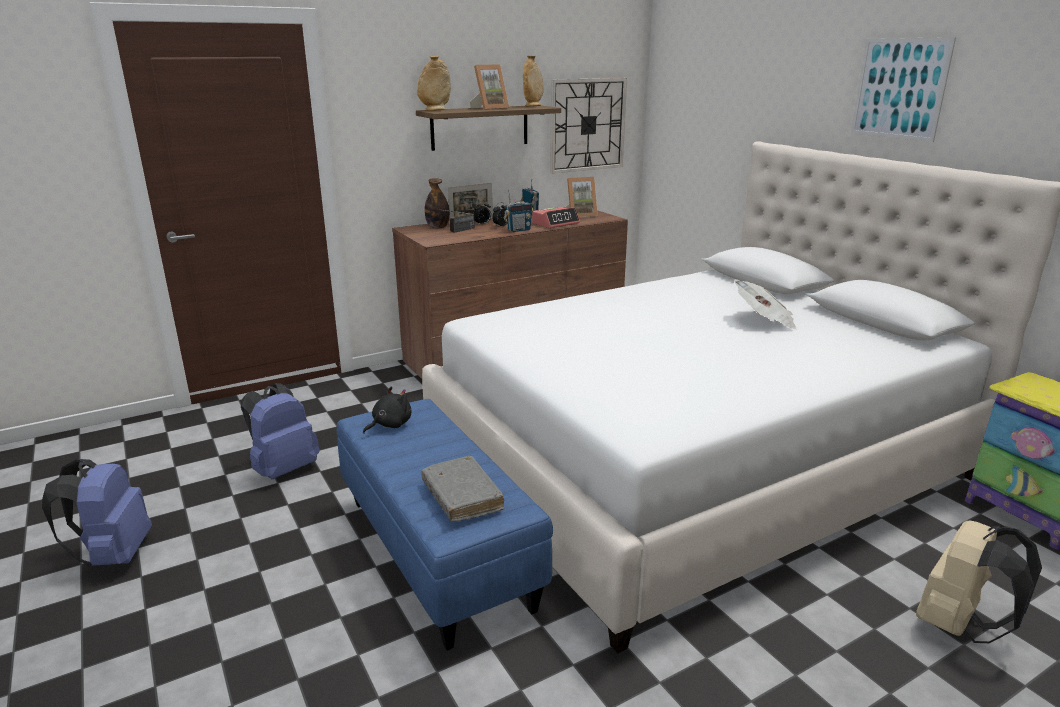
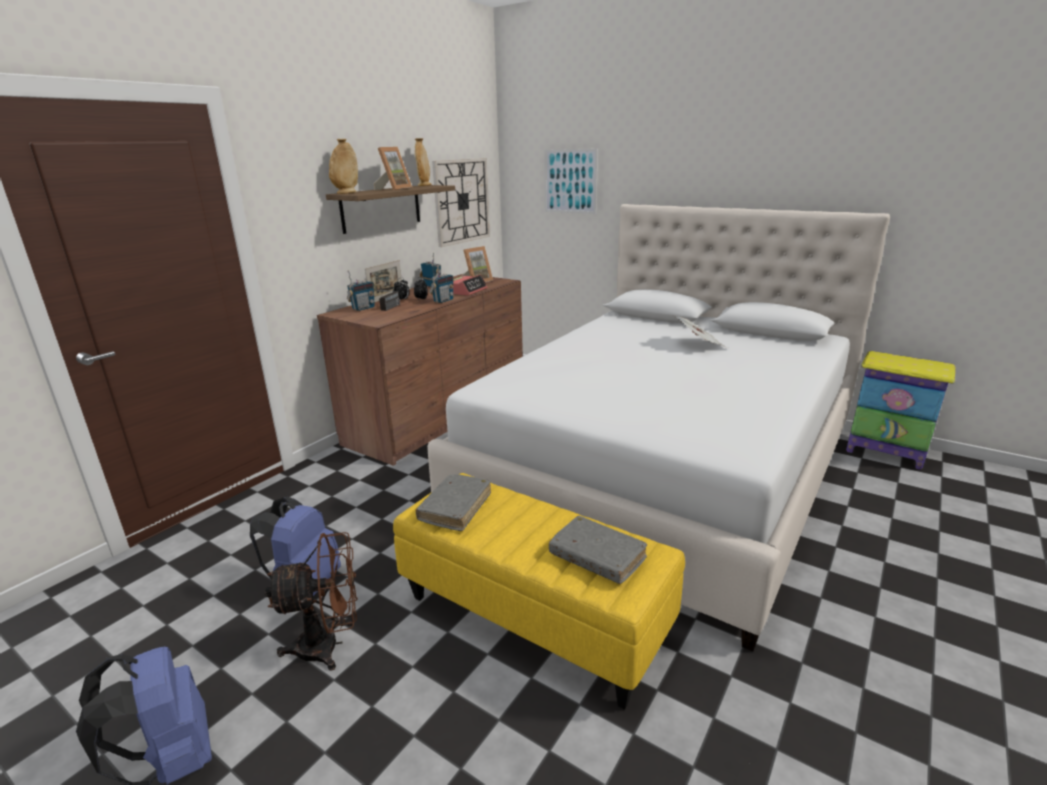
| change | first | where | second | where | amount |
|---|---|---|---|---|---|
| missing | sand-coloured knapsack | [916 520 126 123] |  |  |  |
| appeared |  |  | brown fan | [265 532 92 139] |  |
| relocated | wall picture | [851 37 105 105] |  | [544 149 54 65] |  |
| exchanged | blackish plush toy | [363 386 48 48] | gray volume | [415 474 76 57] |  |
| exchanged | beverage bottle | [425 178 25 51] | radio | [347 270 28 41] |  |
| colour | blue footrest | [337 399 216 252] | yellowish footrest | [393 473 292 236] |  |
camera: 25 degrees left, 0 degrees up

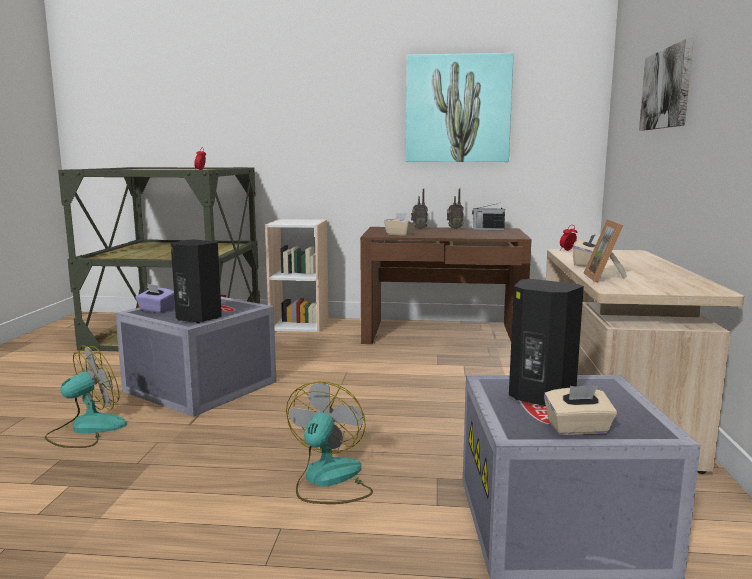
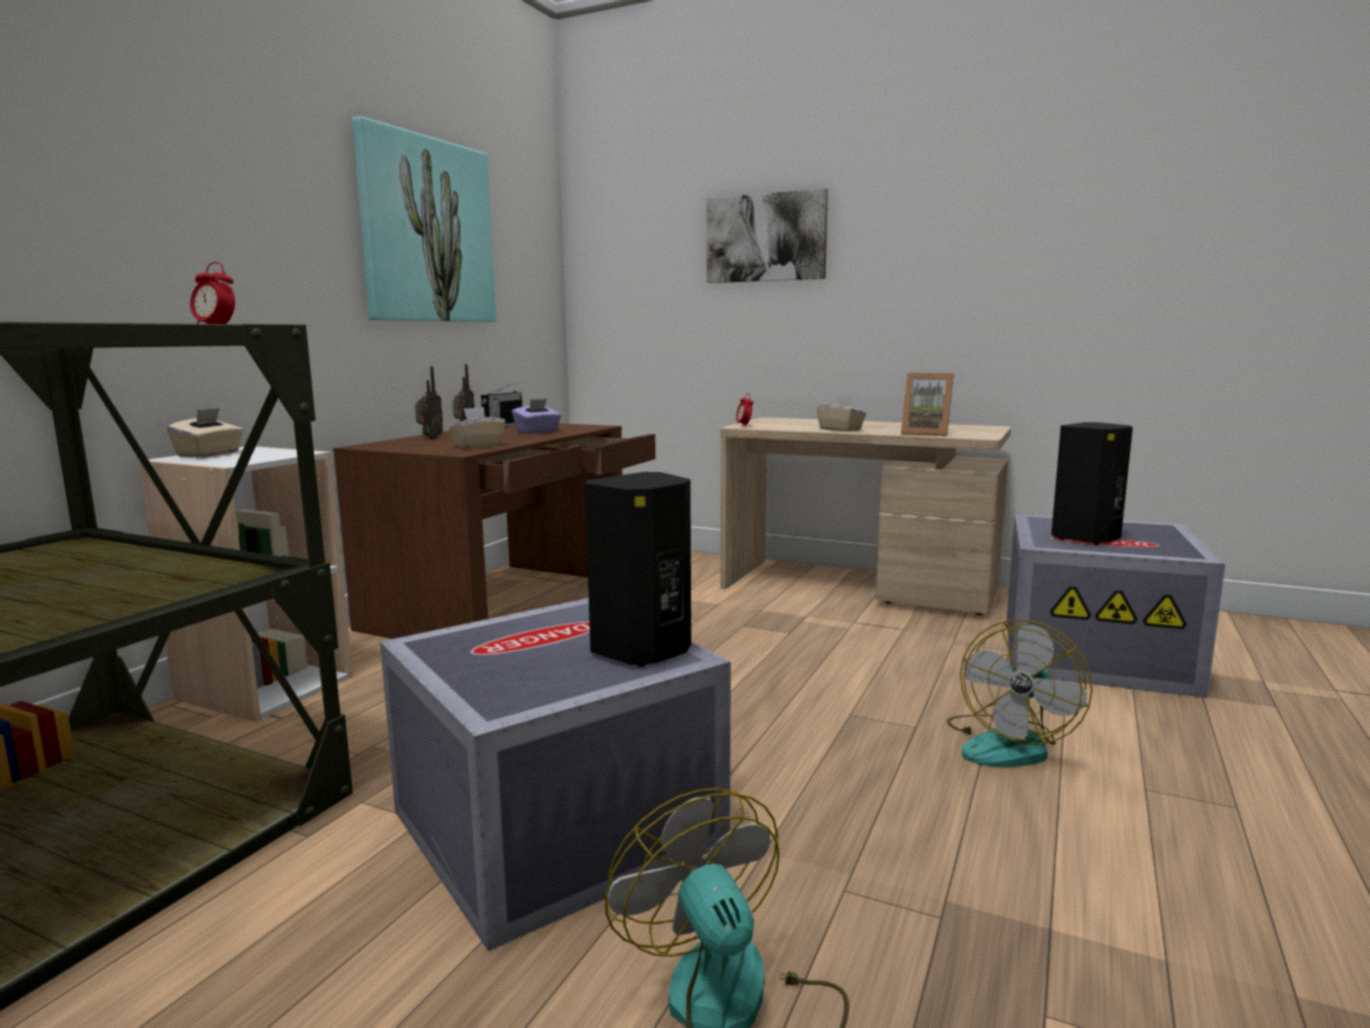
| change | first | where | second | where | amount |
|---|---|---|---|---|---|
| relocated | purplish tissue box | [136 284 39 29] |  | [512 399 49 35] |  |
| relocated | sand-coloured tissue box | [544 386 73 49] |  | [167 408 76 50] |  |
| spun | fan | [286 381 87 123] |  | [947 619 146 148] | 90 degrees counterclockwise |
camera: 70 degrees left, 0 degrees up

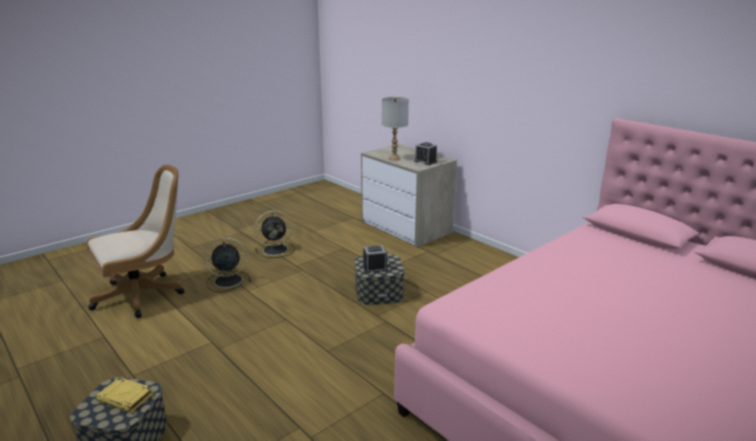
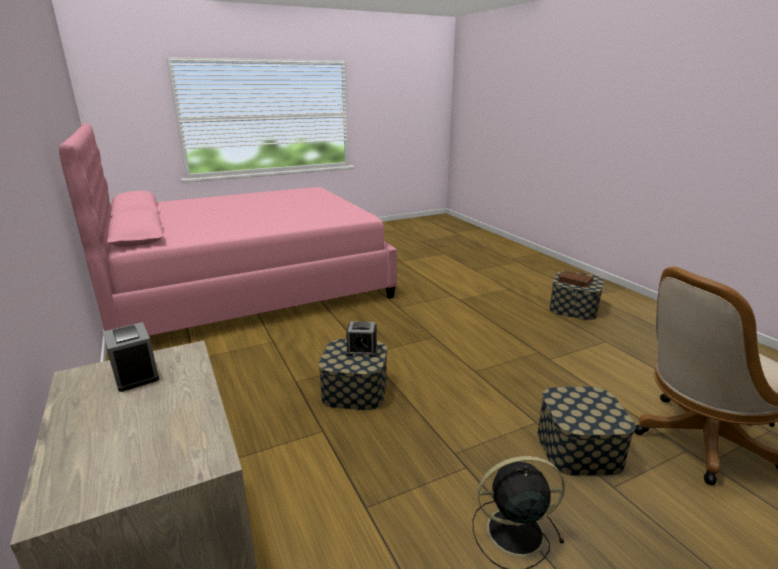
| change | first | where | second | where | amount |
|---|---|---|---|---|---|
| missing | gray table lamp | [382 97 27 64] |  |  |  |
| exchanged | blackish fan | [204 238 47 54] | storage box | [537 387 99 89] |  |
| colour | yellowish volume | [96 377 58 36] | brown volume | [557 271 36 17] |  |
camera: 165 degrees left, 0 degrees up

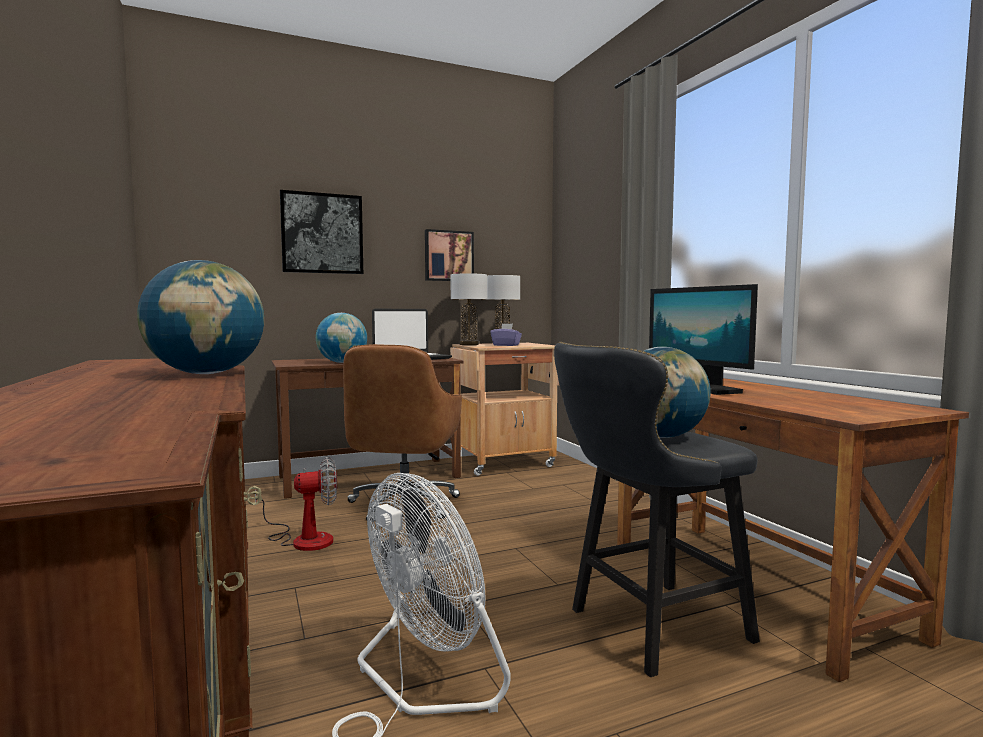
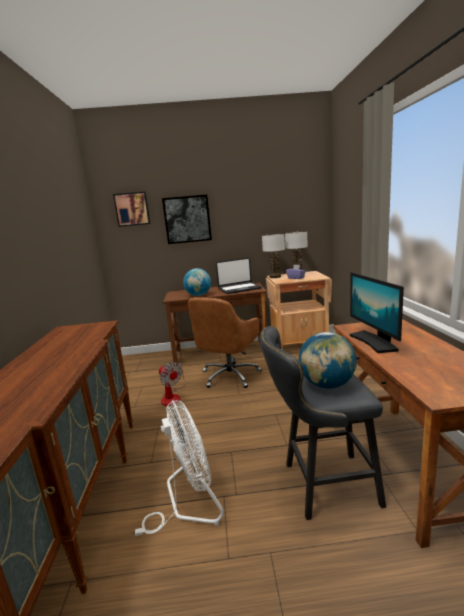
| change | first | where | second | where | amount |
|---|---|---|---|---|---|
| missing | globe | [137 260 127 114] |  |  |  |
| relocated | wall picture | [425 229 49 52] |  | [113 192 37 35] |  |
| spun | fan | [255 457 82 94] |  | [159 362 27 44] | 45 degrees clockwise |
camera: 20 degrees right, 10 degrees up

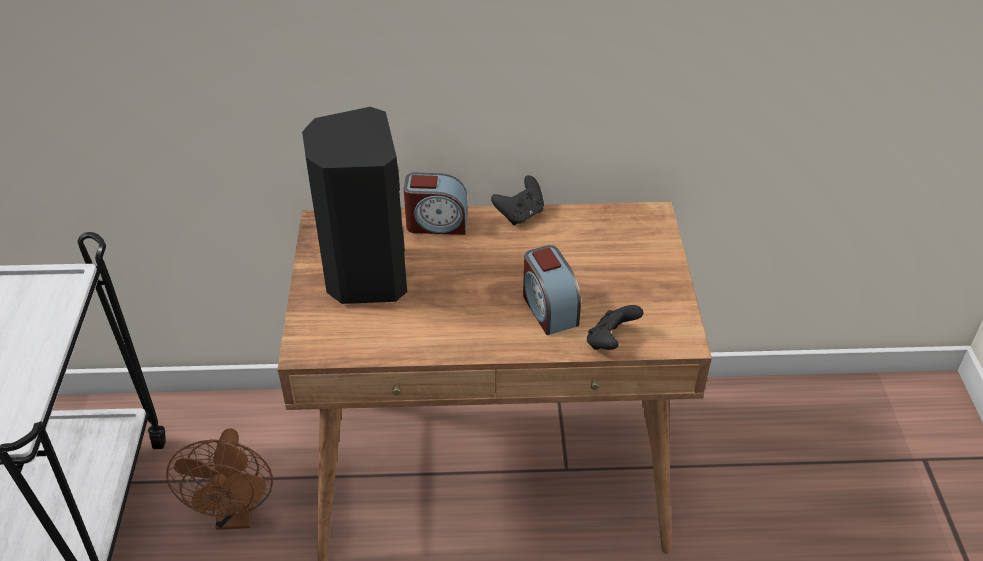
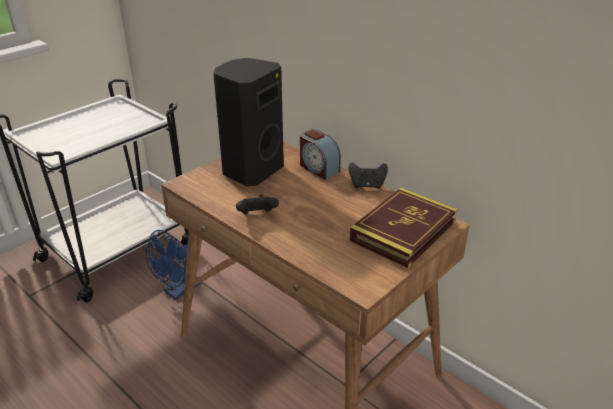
| change | first | where | second | where | amount |
|---|---|---|---|---|---|
| missing | alarm clock | [523 245 58 90] |  |  |  |
| appeared |  |  | volume | [350 188 107 80] |  |
| relocated | blackish gamepad | [587 305 56 45] |  | [236 195 43 19] |  |
| colour | brown fan | [166 428 107 102] | blue fan | [146 230 56 70] |  |
camera: 45 degrees right, 10 degrees down

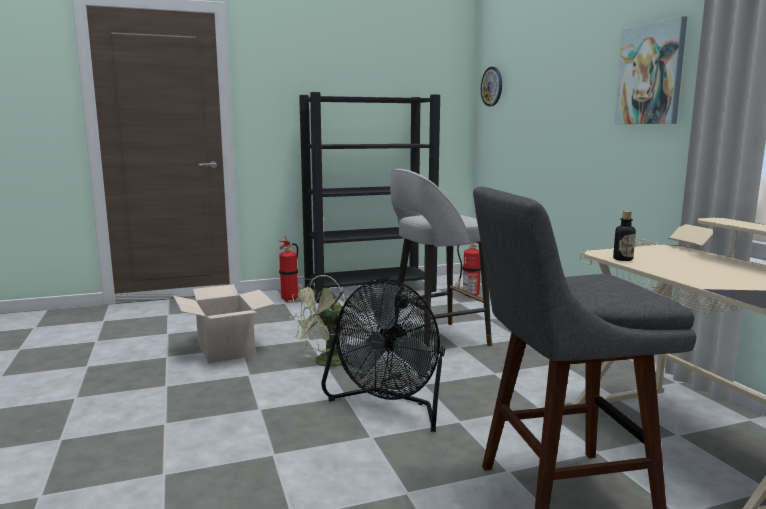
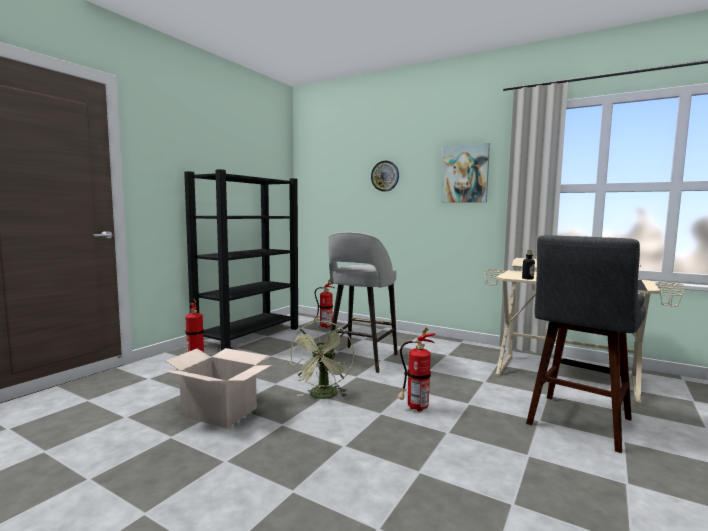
| change | first | where | second | where | amount |
|---|---|---|---|---|---|
| relocated | hanging clock | [481 67 21 39] |  | [371 161 28 31] |  |
| exchanged | blackish fan | [322 279 123 153] | fire extinguisher | [397 328 39 84] |  |
camera: 40 degrees left, 5 degrees down

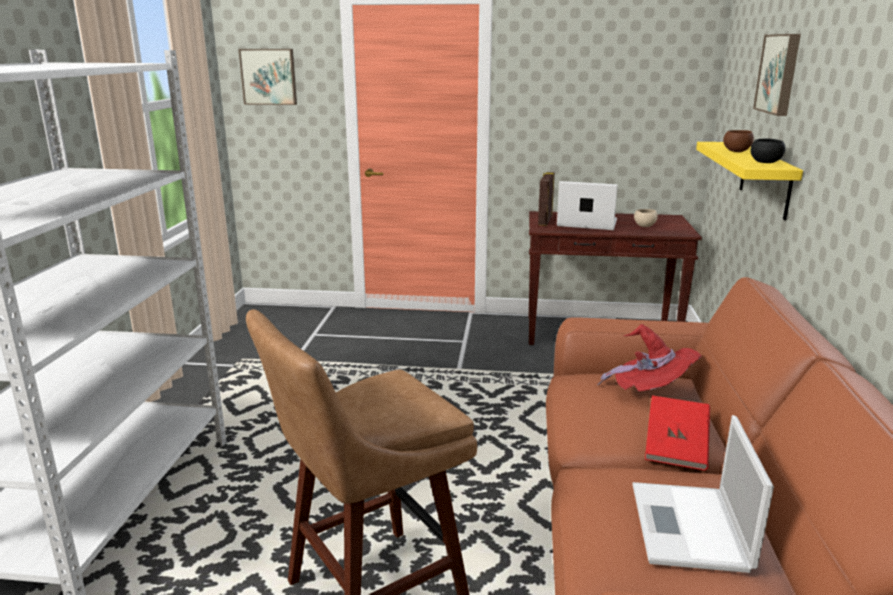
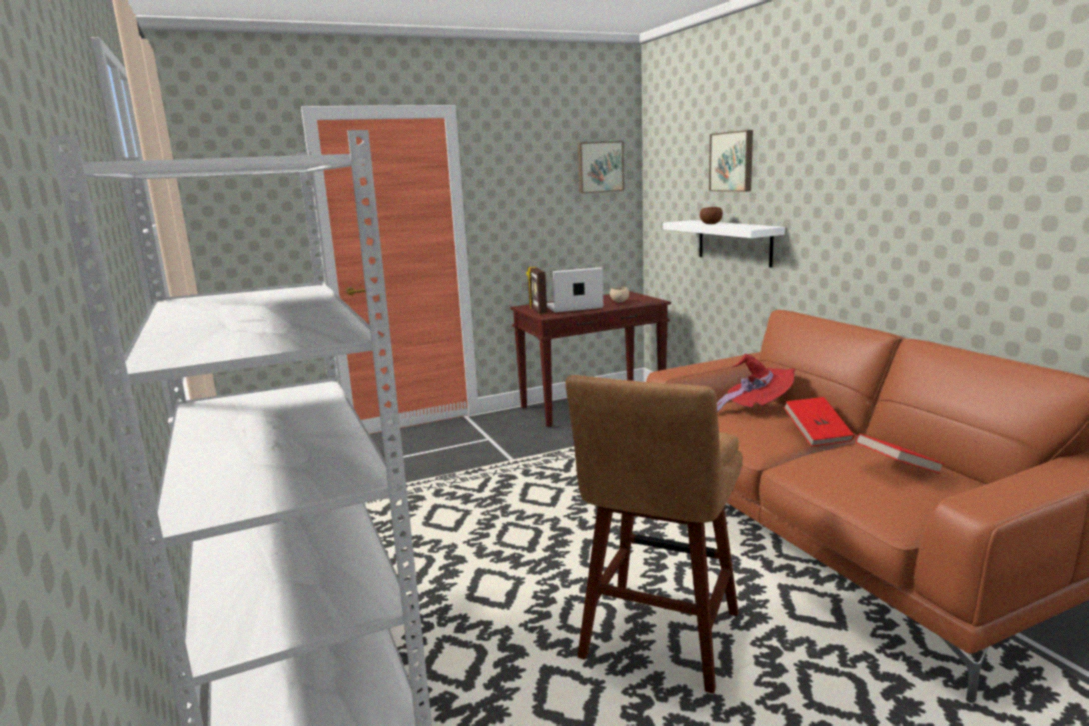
| change | first | where | second | where | amount |
|---|---|---|---|---|---|
| missing | blackish deep dish | [750 138 35 25] |  |  |  |
| relocated | wall picture | [238 49 59 56] |  | [578 141 46 52] |  |
| exchanged | laptop | [632 415 142 158] | red volume | [856 434 87 39] |  |
| colour | yellowish bracket shelf | [696 142 107 78] | whitish bracket shelf | [663 220 122 48] |  |
camera: 30 degrees left, 5 degrees down

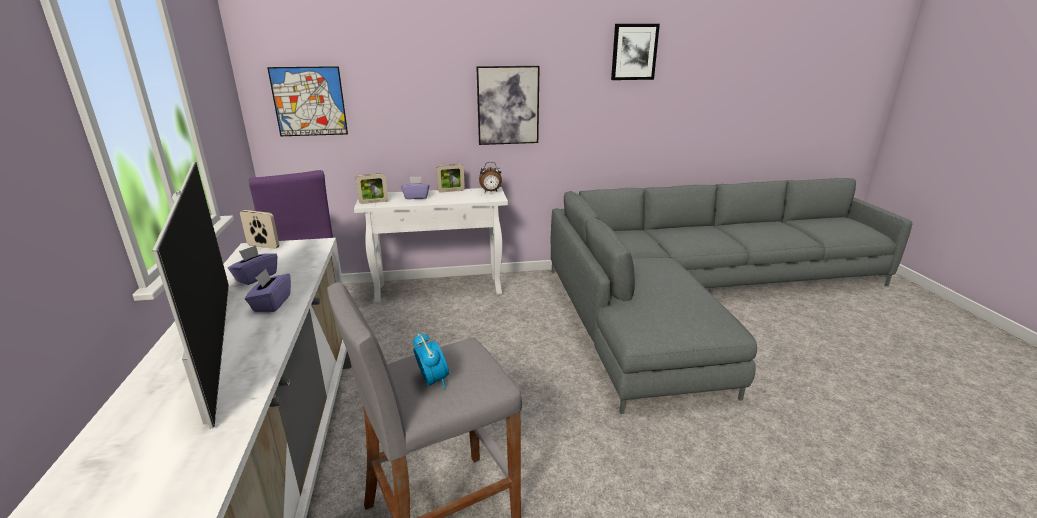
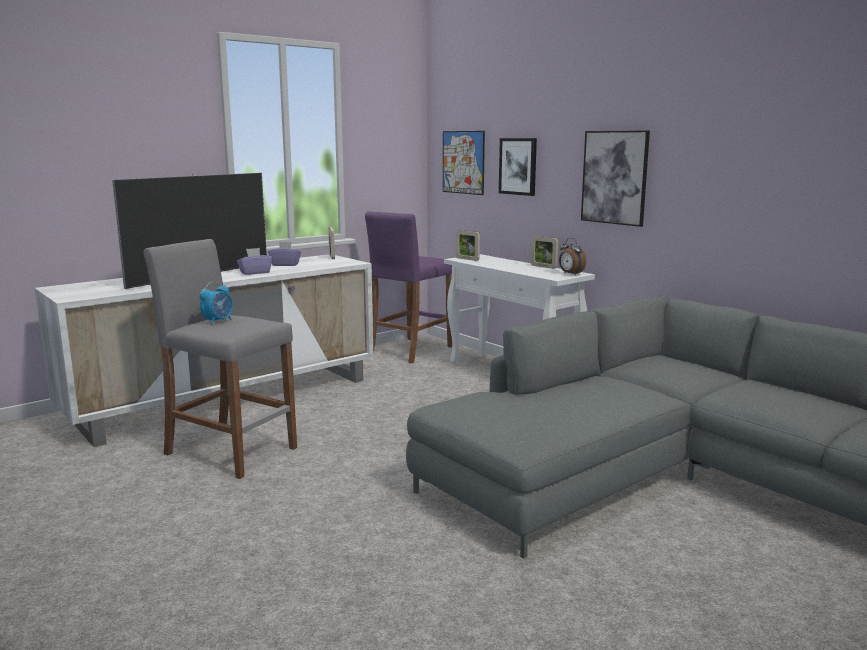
| change | first | where | second | where | amount |
|---|---|---|---|---|---|
| missing | purplish tissue box | [401 176 29 23] |  |  |  |
| relocated | wall picture | [611 24 49 56] |  | [499 138 38 58] |  |
camera: 60 degrees right, 10 degrees down

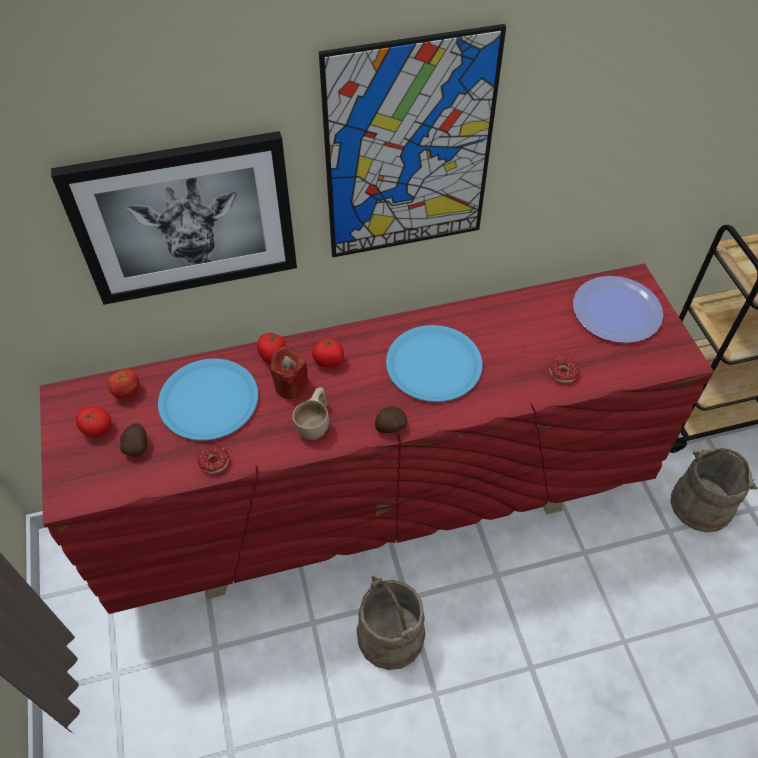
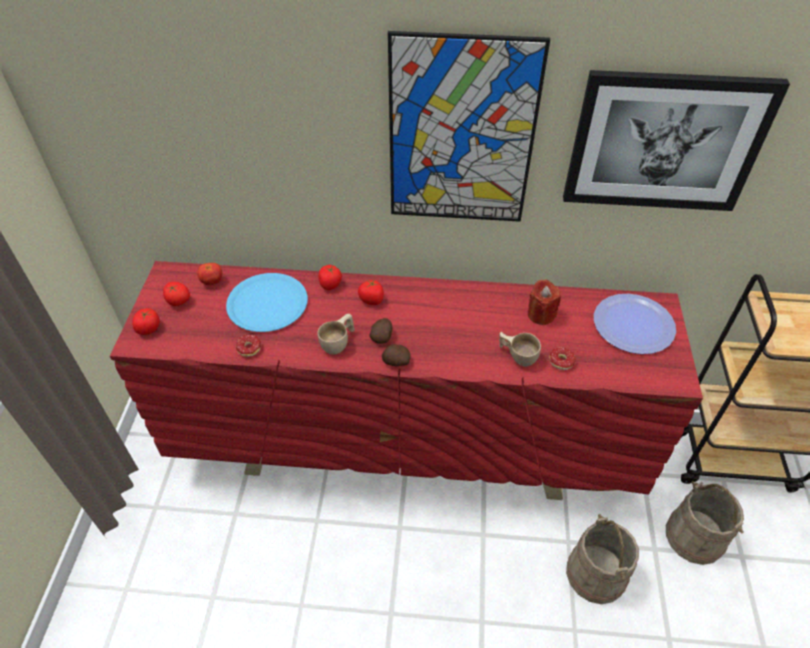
| change | first | where | second | where | amount |
|---|---|---|---|---|---|
| missing | blue plate | [386 325 97 77] |  |  |  |
| appeared |  |  | whole tomato | [133 308 27 27] |  |
| appeared |  |  | sand-coloured cup | [499 332 42 35] |  |
| relocated | wall picture | [51 131 246 174] |  | [563 70 227 141] |  |
| relocated | spud | [120 423 27 34] |  | [369 318 23 26] |  |
| relocated | red wax light | [270 346 39 53] |  | [528 279 33 46] |  |
| relocated | sand-coloured bucket | [357 576 68 94] |  | [566 514 73 90] |  |
camera: 20 degrees right, 5 degrees down

